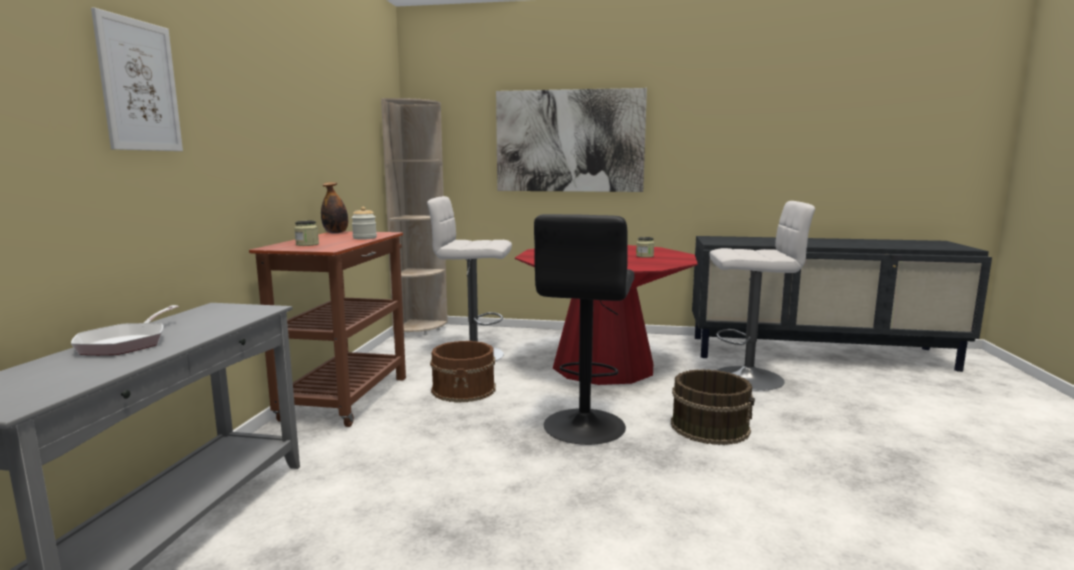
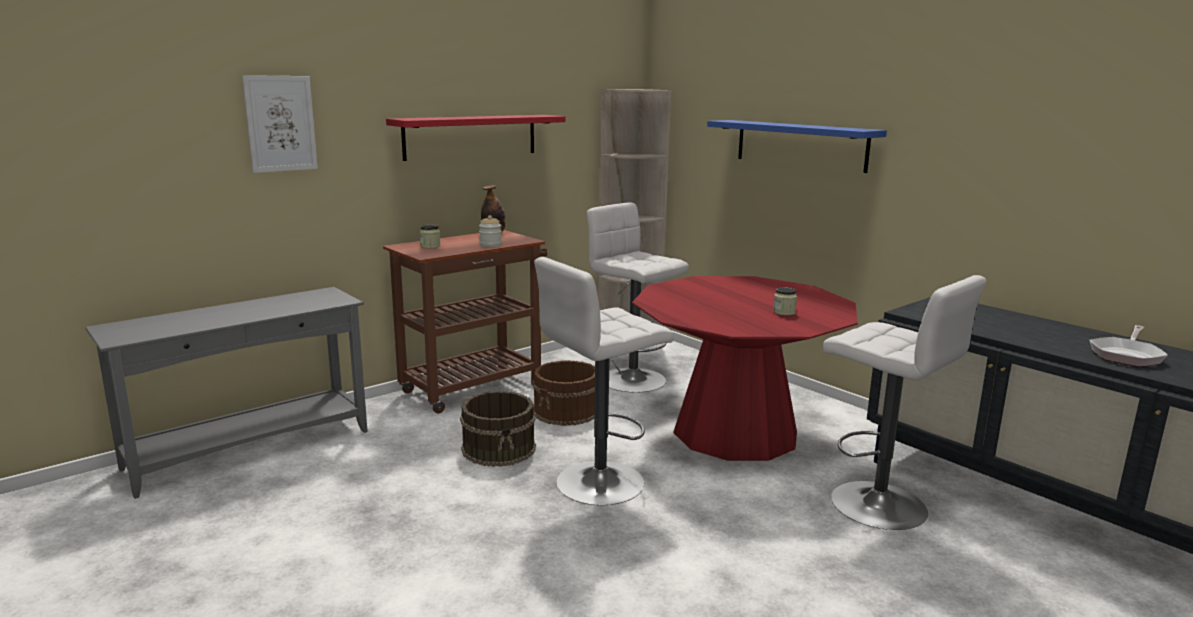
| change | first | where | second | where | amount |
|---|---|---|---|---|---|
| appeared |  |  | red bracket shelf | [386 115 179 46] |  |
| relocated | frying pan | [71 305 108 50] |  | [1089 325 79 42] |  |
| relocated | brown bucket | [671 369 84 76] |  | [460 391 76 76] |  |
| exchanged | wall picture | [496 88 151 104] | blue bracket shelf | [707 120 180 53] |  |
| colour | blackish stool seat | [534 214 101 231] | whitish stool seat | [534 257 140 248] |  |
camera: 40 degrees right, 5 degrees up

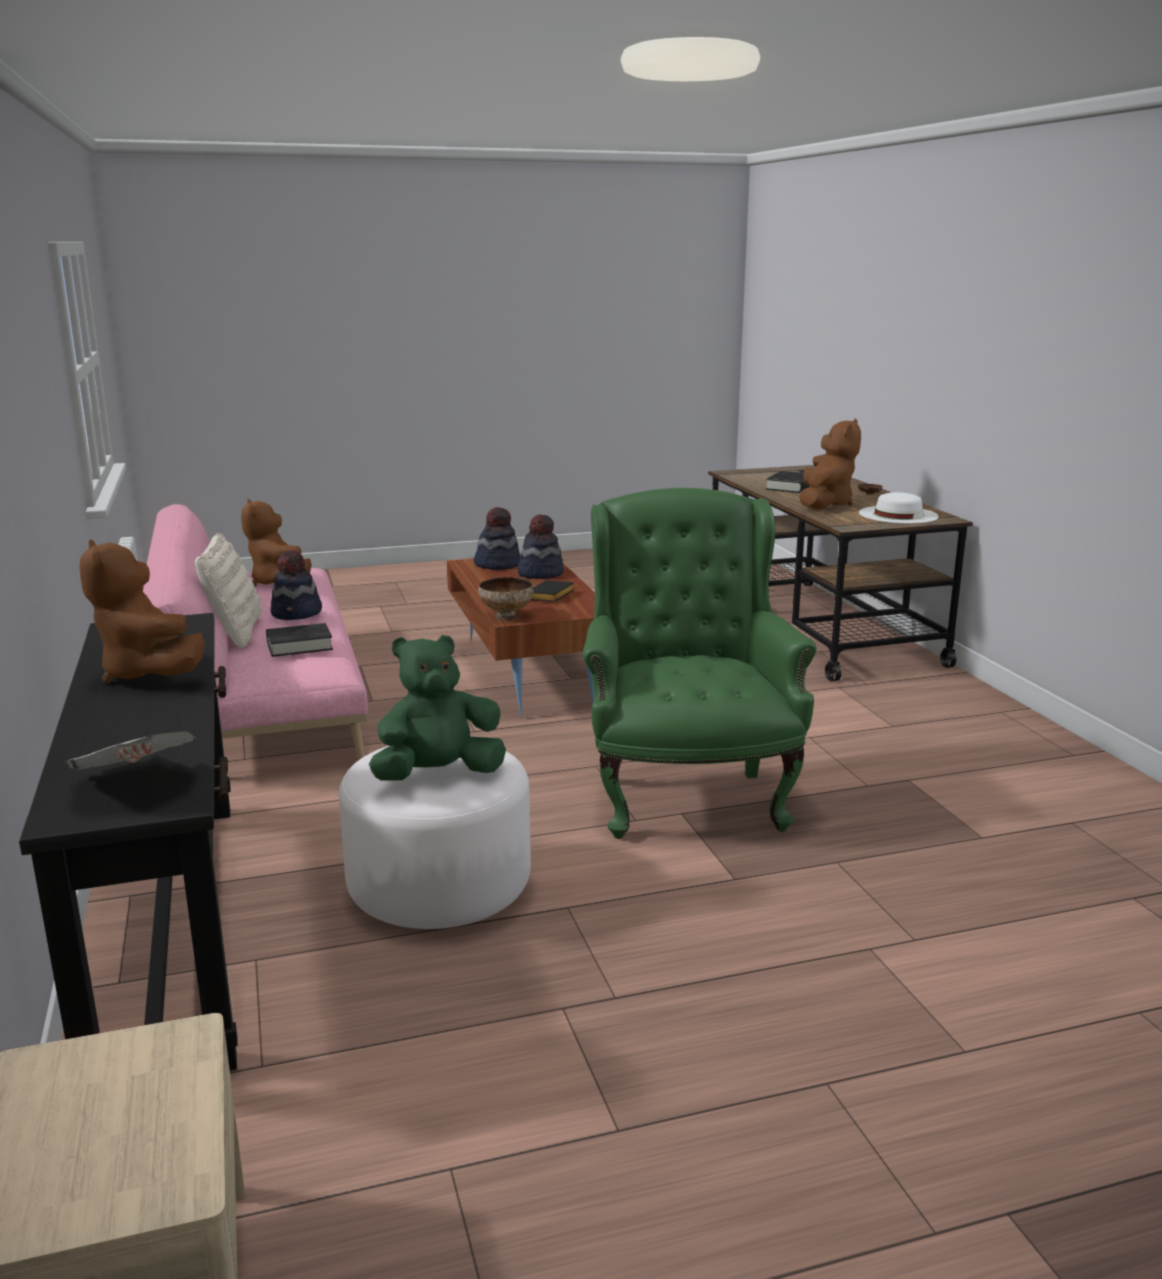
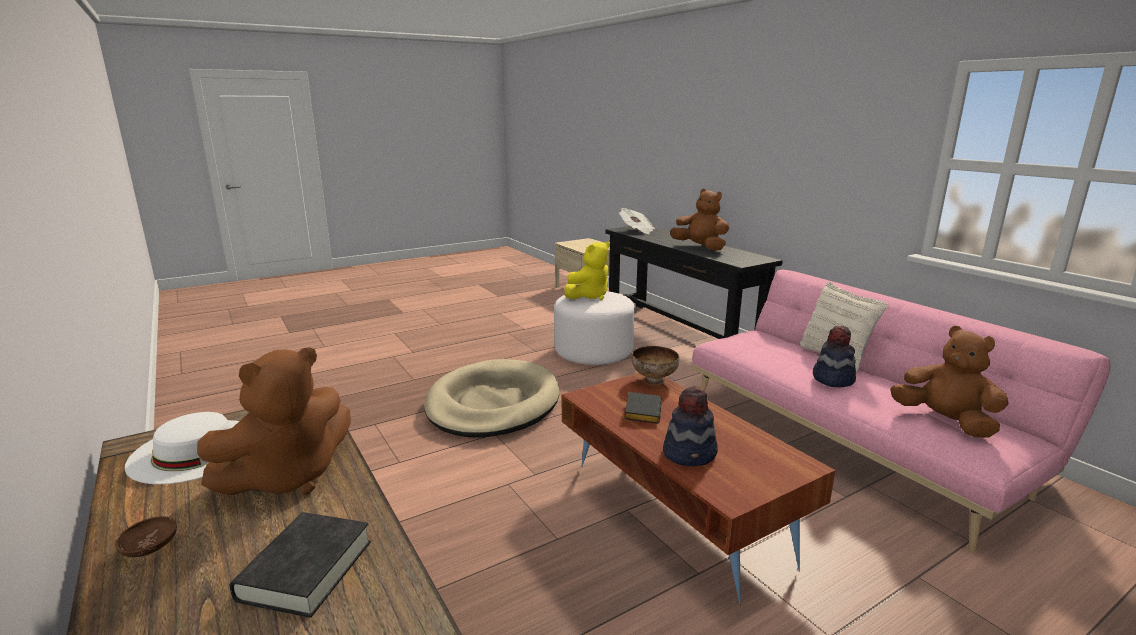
| change | first | where | second | where | amount |
|---|---|---|---|---|---|
| missing | blackish volume | [266 623 67 34] |  |  |  |
| missing | clothing hat | [474 507 46 63] |  |  |  |
| exchanged | greenish easy chair | [583 488 234 351] | sand-coloured dog cushion | [424 359 136 79] |  |
| colour | greenish plush toy | [369 635 137 146] | yellowish plush toy | [564 241 46 59] |  |
| spun | brown plush toy | [799 418 62 91] |  | [197 347 154 148] | 135 degrees counterclockwise |
camera: 165 degrees right, 0 degrees up

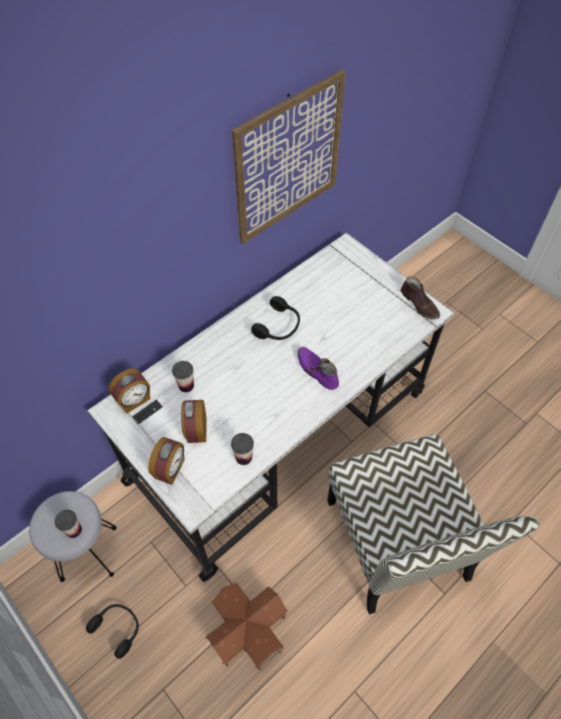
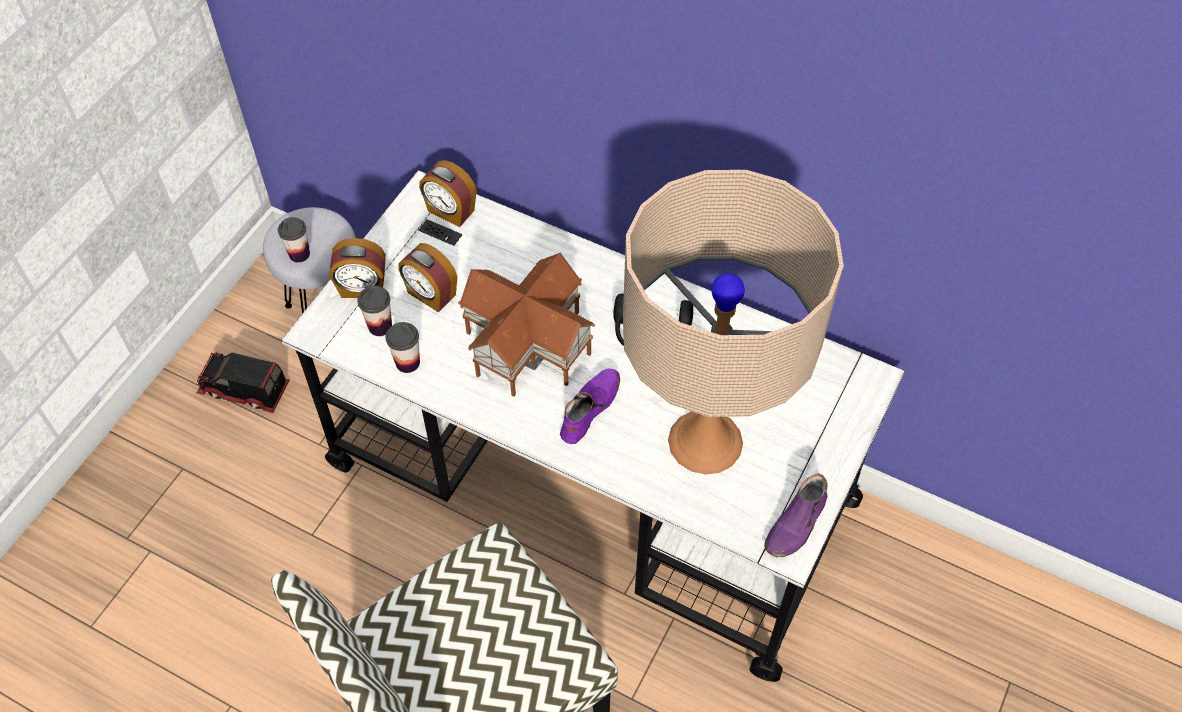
| change | first | where | second | where | amount |
|---|---|---|---|---|---|
| missing | wall picture | [232 69 114 175] |  |  |  |
| appeared |  |  | sand-coloured table lamp | [623 170 221 305] |  |
| relocated | cup | [172 361 22 31] |  | [357 286 35 50] |  |
| relocated | model house | [206 582 82 89] |  | [458 253 137 144] |  |
| exchanged | blackish pair of headphones | [86 604 53 55] | toy lorry | [196 352 93 61] |  |
| colour | brown item of footwear | [400 276 40 43] | purplish item of footwear | [764 473 64 84] |  |
| spun | alarm clock | [181 400 26 43] |  | [398 243 59 70] | 120 degrees counterclockwise |
camera: 70 degrees right, 0 degrees up

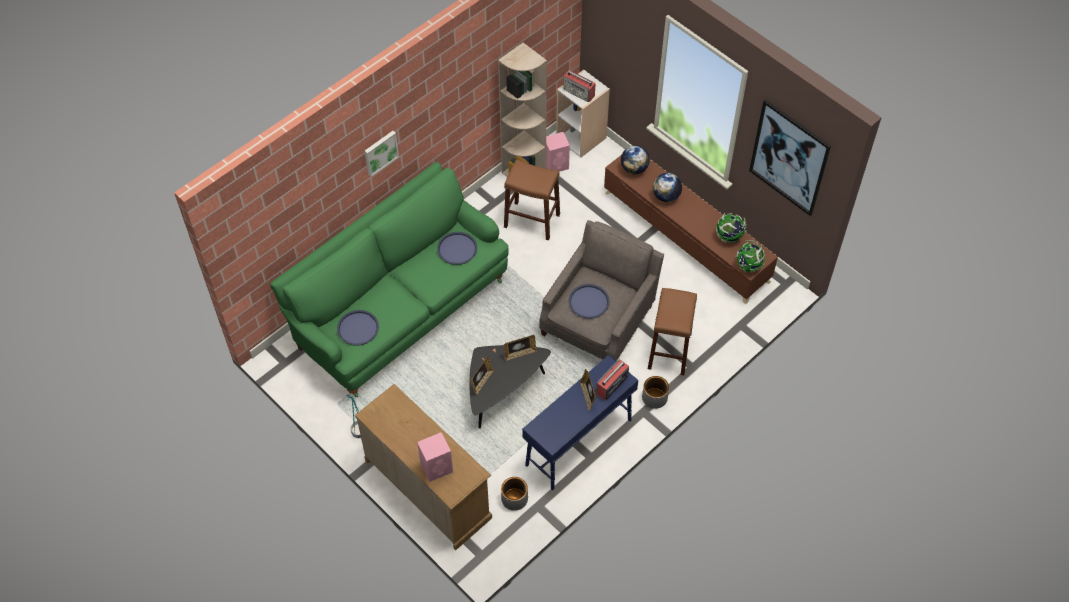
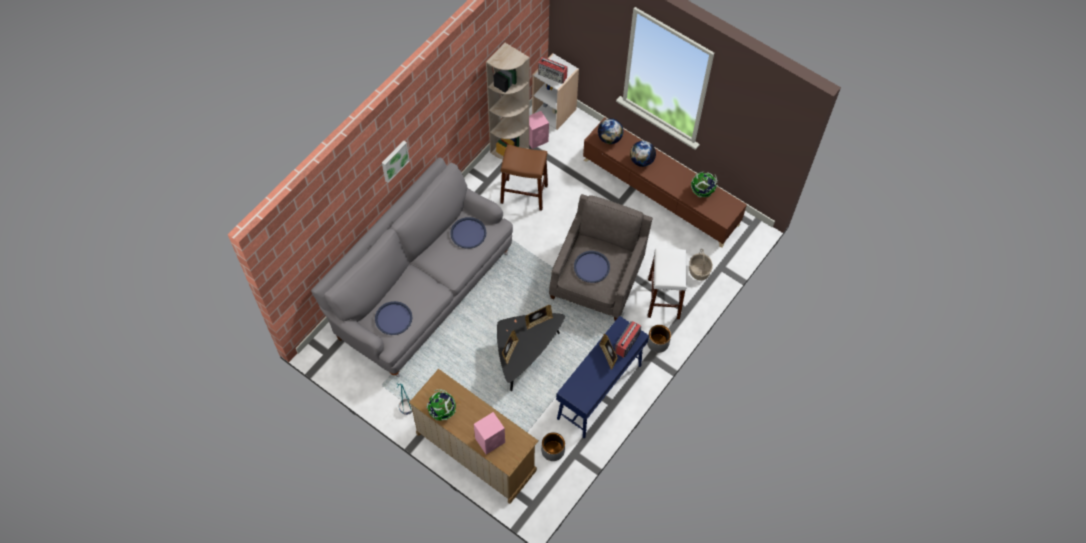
| change | first | where | second | where | amount |
|---|---|---|---|---|---|
| missing | wall picture | [749 99 82 117] |  |  |  |
| appeared |  |  | basket | [689 249 24 31] |  |
| relocated | globe | [735 240 30 32] |  | [426 389 30 32] |  |
| colour | greenish settee | [270 162 239 235] | gray settee | [311 158 202 219] |  |
| colour | brown stool seat | [648 288 49 87] | whitish stool seat | [648 248 38 71] |  |
camera: 10 degrees left, 5 degrees up

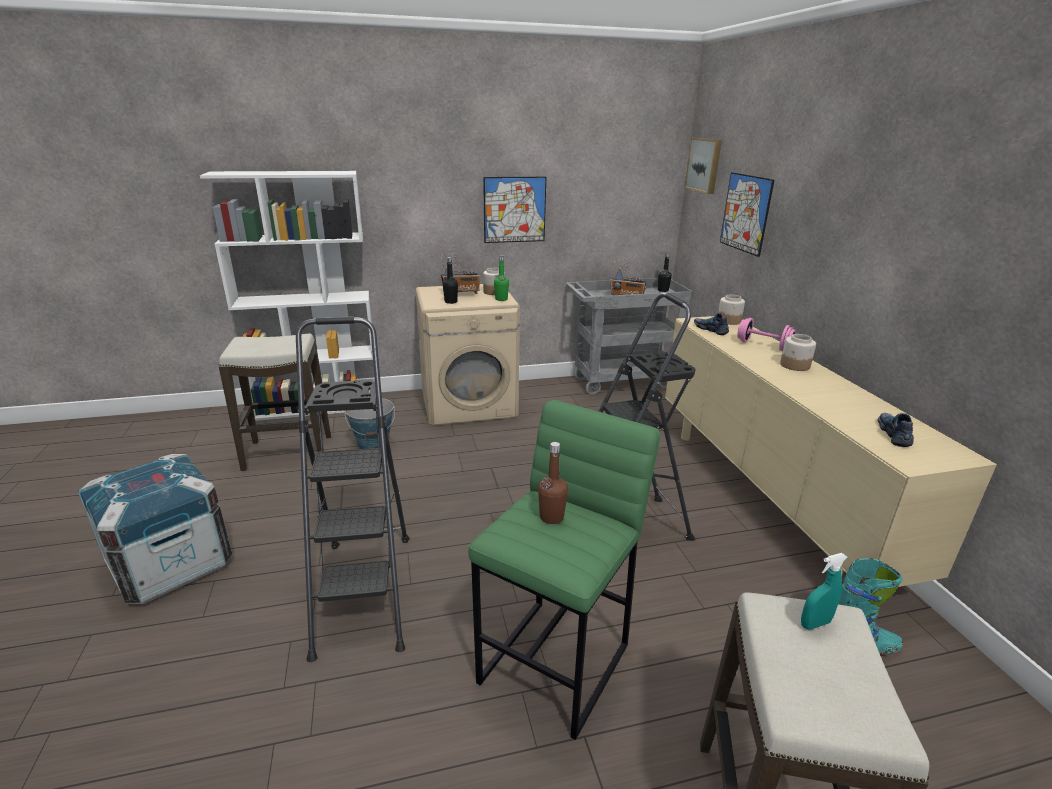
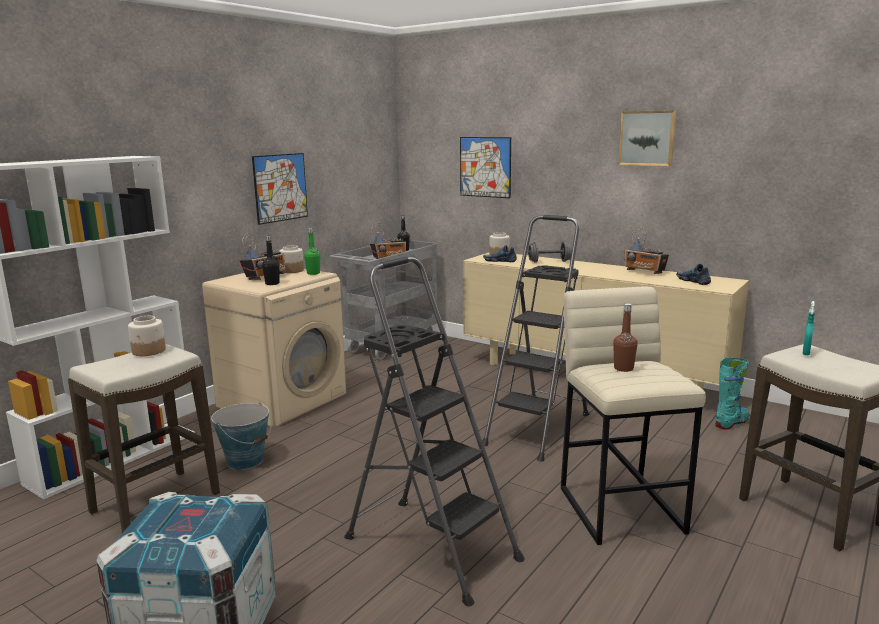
| change | first | where | second | where | amount |
|---|---|---|---|---|---|
| appeared |  |  | radio | [624 226 45 48] |  |
| relocated | wall picture | [684 138 38 56] |  | [618 110 58 56] |  |
| relocated | storage jar | [780 334 36 37] |  | [128 316 38 40] |  |
| colour | greenish stool seat | [468 400 192 340] | sand-coloured stool seat | [561 286 145 259] |  |
| colour | pink free weight | [737 318 59 33] | gray free weight | [528 241 44 22] |  |
camera: 40 degrees left, 10 degrees down

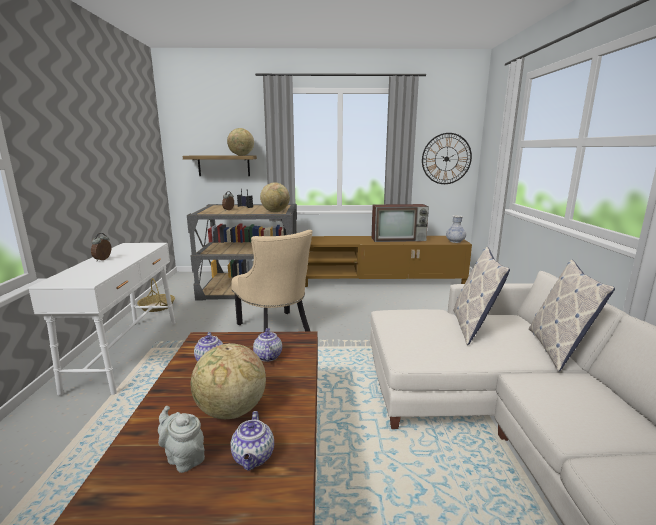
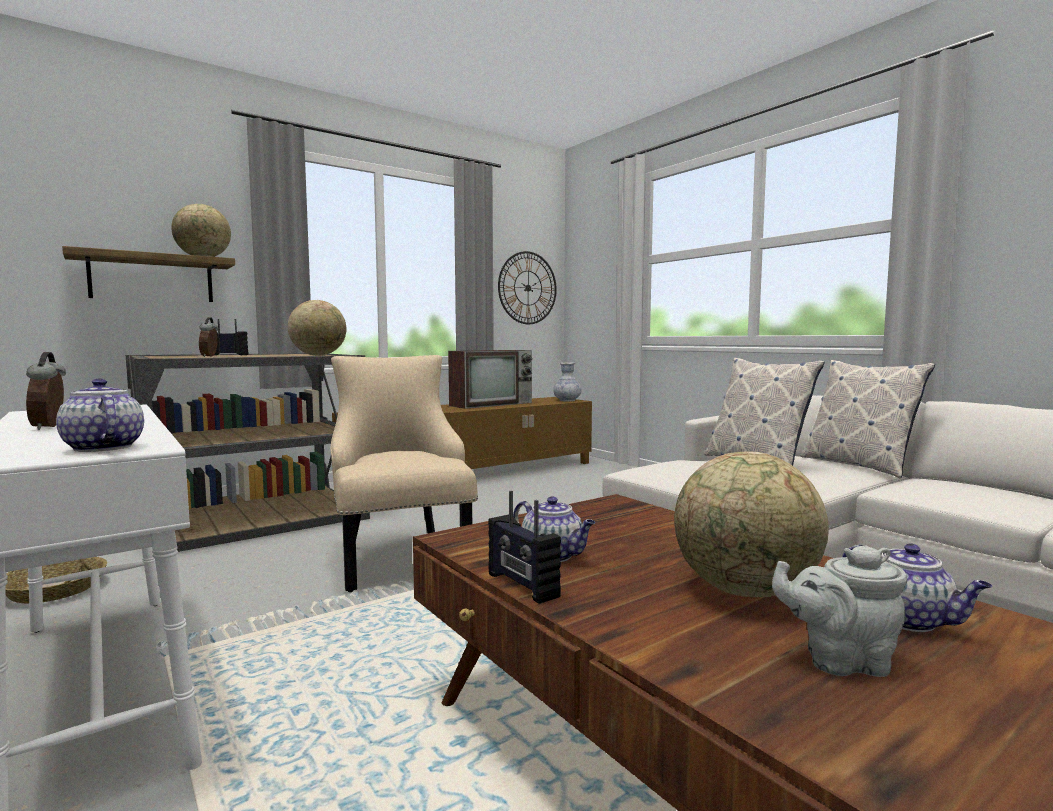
| change | first | where | second | where | amount |
|---|---|---|---|---|---|
| appeared |  |  | radio | [488 491 73 113] |  |
| relocated | pot for tea | [253 328 29 34] |  | [56 378 88 74] |  |
| spun | sand-coloured easy chair | [231 230 82 102] |  | [330 355 148 237] | 135 degrees counterclockwise |
camera: 35 degrees left, 10 degrees down

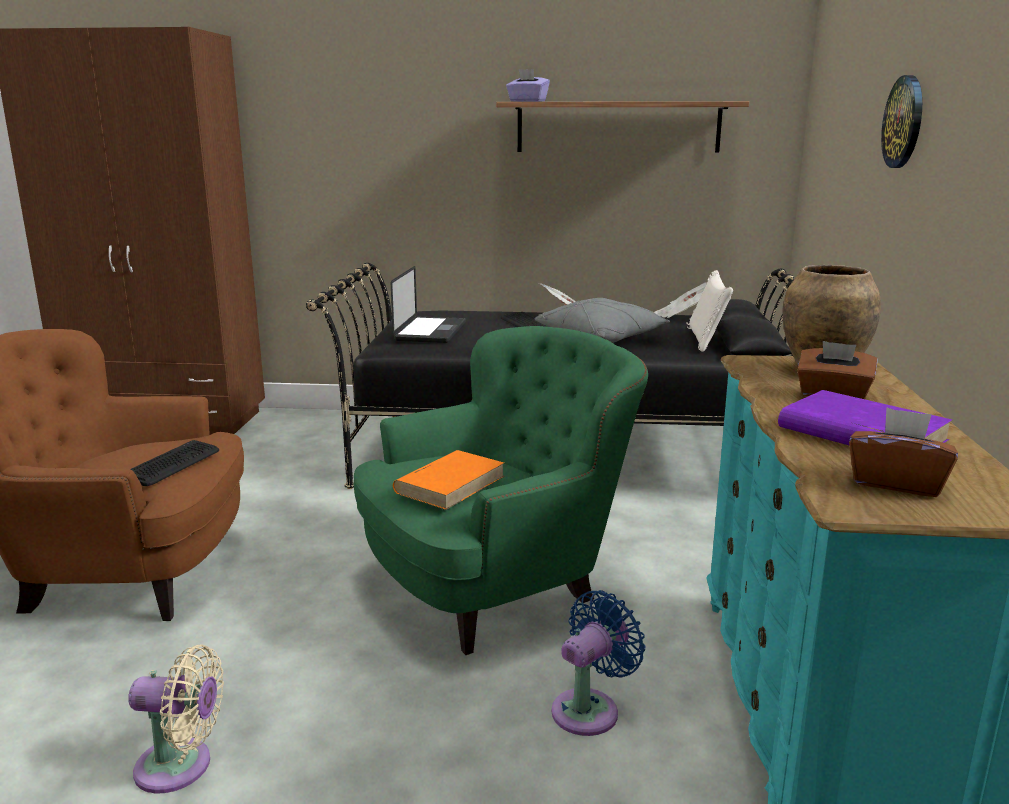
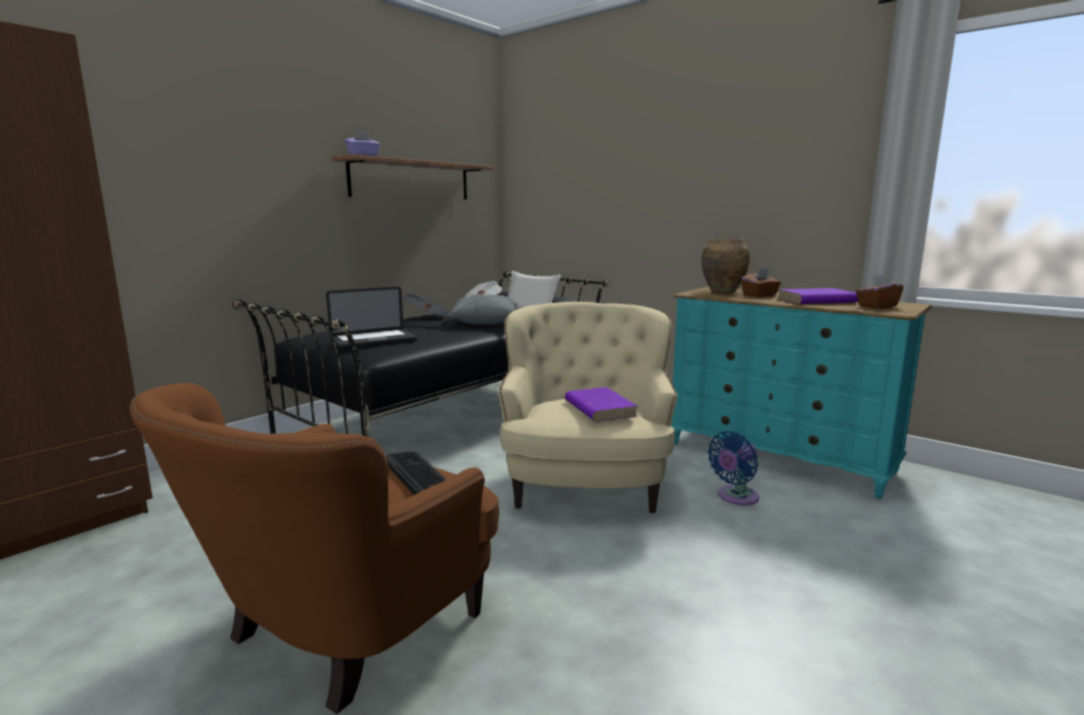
| change | first | where | second | where | amount |
|---|---|---|---|---|---|
| missing | sand-coloured fan | [128 645 96 148] |  |  |  |
| missing | hanging clock | [881 75 41 93] |  |  |  |
| colour | greenish easy chair | [354 326 294 329] | sand-coloured easy chair | [498 302 179 211] |  |
| colour | orange-coloured volume | [393 450 112 60] | purplish volume | [565 387 73 35] |  |
| spun | laptop | [391 266 75 77] |  | [326 287 91 62] | 105 degrees clockwise |
| spun | blue fan | [552 590 93 146] |  | [708 431 51 74] | 120 degrees counterclockwise |
camera: 55 degrees left, 5 degrees down

